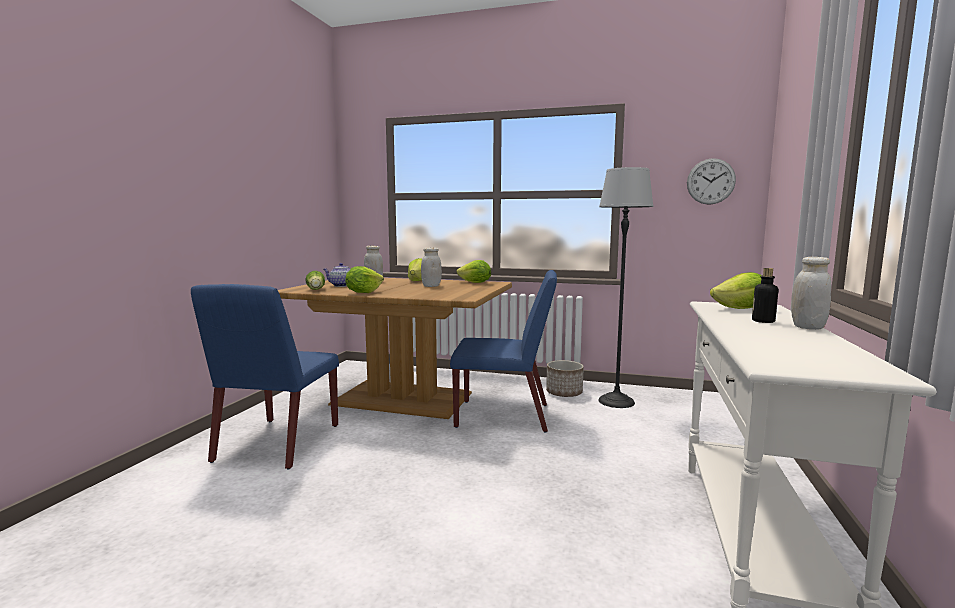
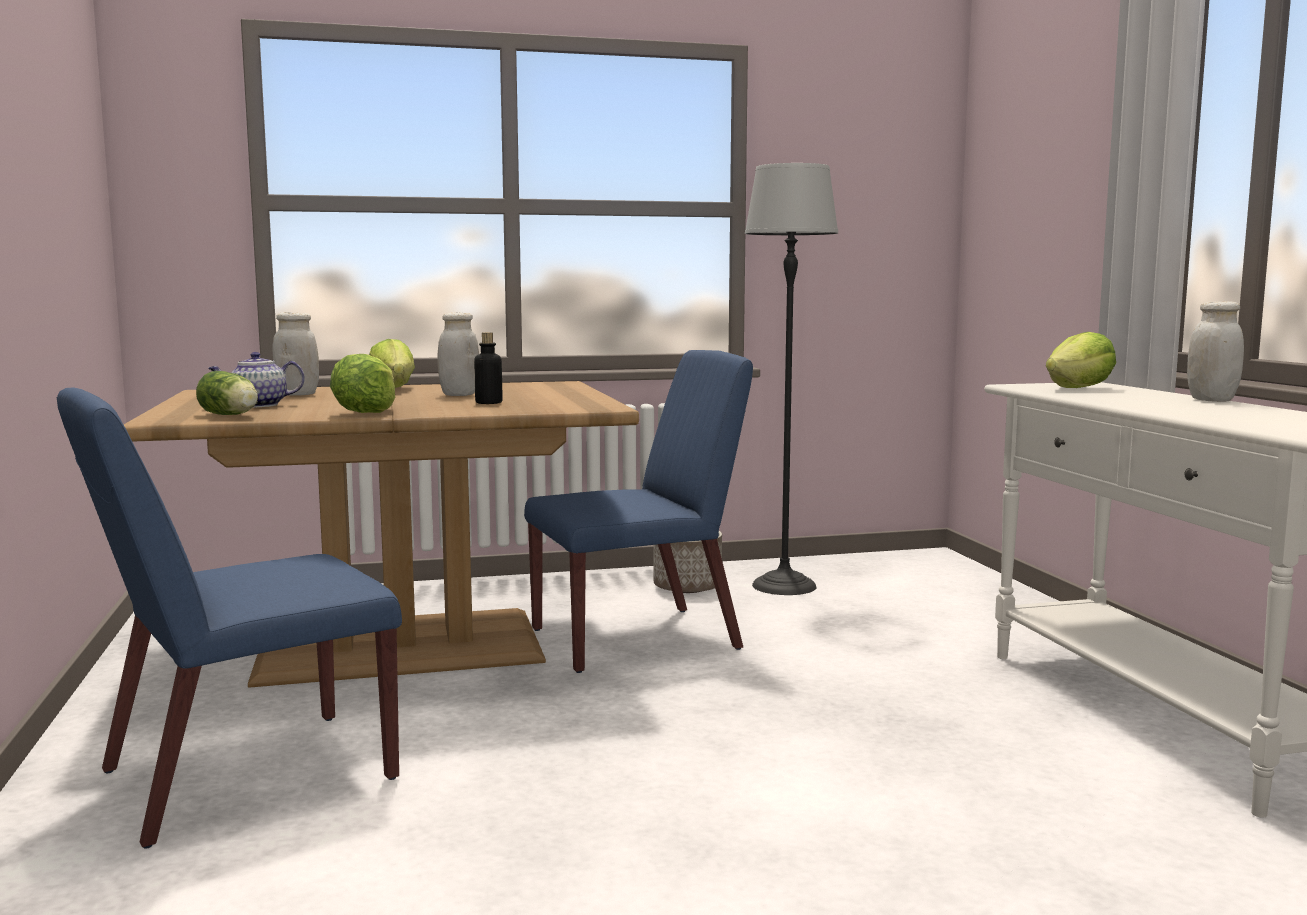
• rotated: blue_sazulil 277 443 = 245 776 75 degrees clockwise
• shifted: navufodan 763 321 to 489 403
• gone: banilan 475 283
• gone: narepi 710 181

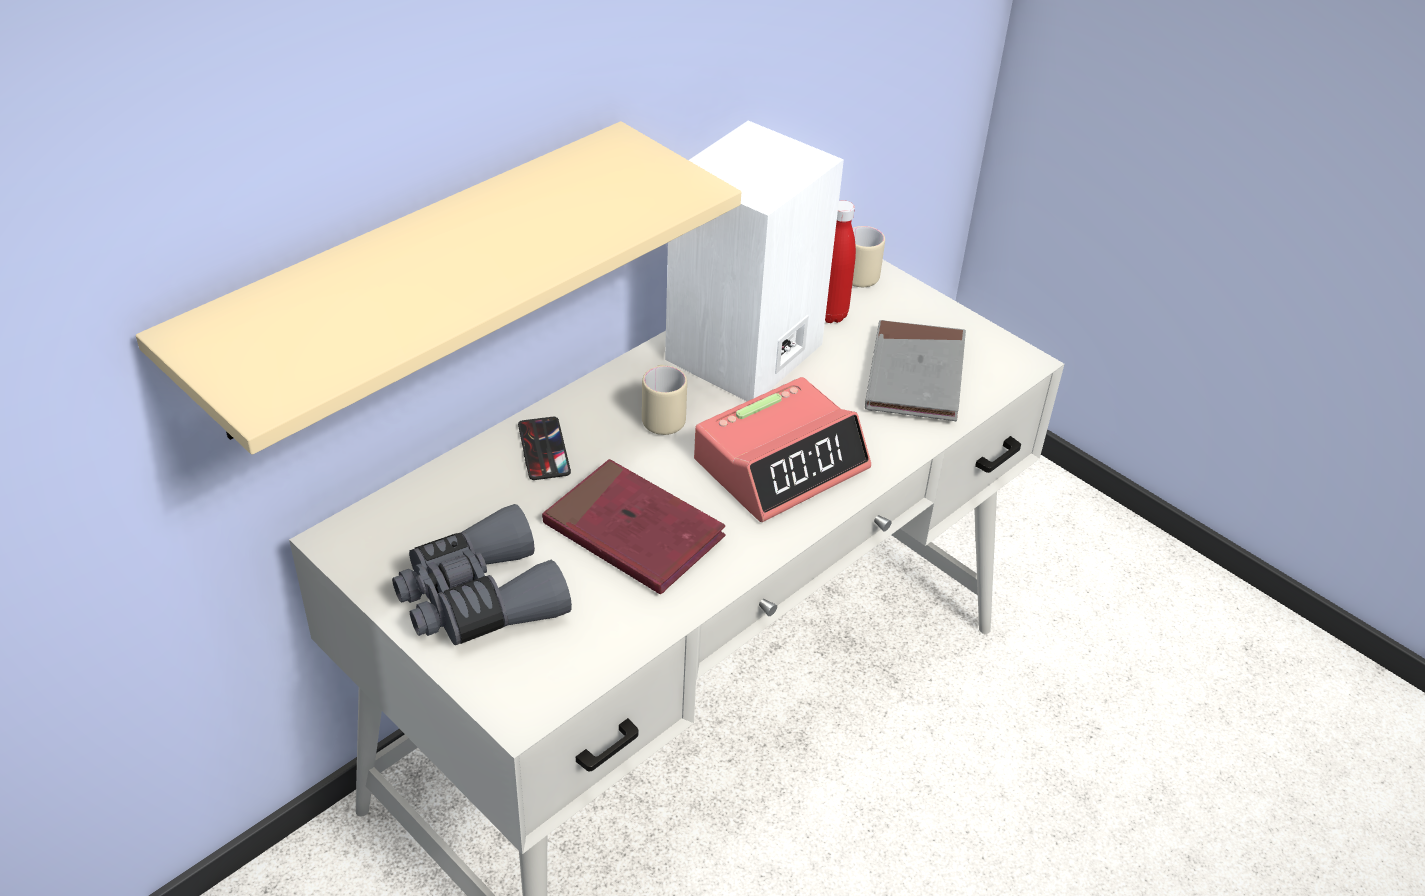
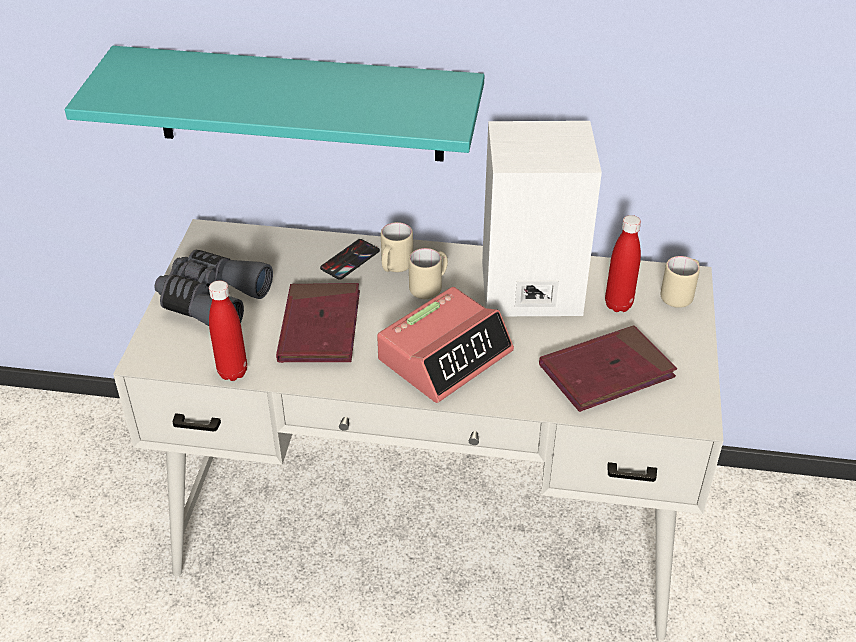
• repainted: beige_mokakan 411 280 to turquoise_mokakan 298 104
• new: red_navufodan 232 372
• rotated: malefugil 781 464 = 445 355 60 degrees counterclockwise
• new: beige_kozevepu 394 267
• repainted: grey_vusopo 915 376 to red_vusopo 606 372

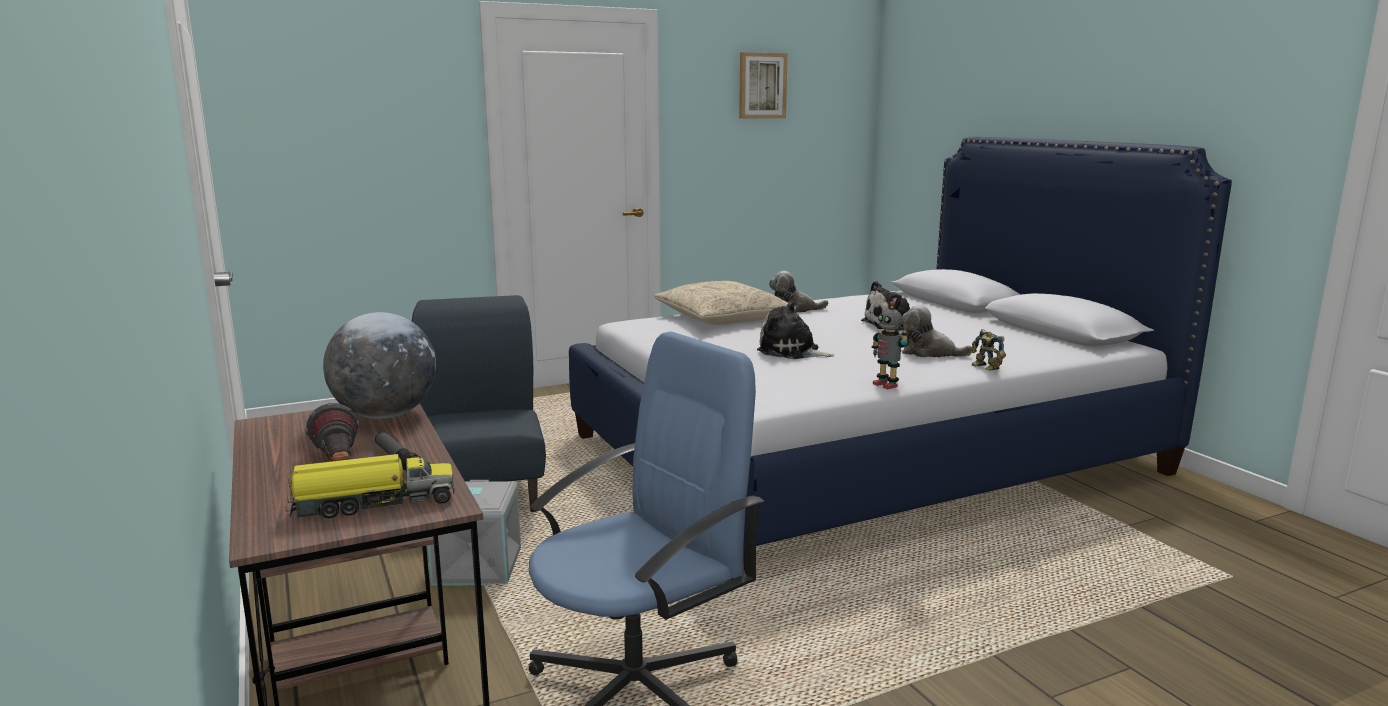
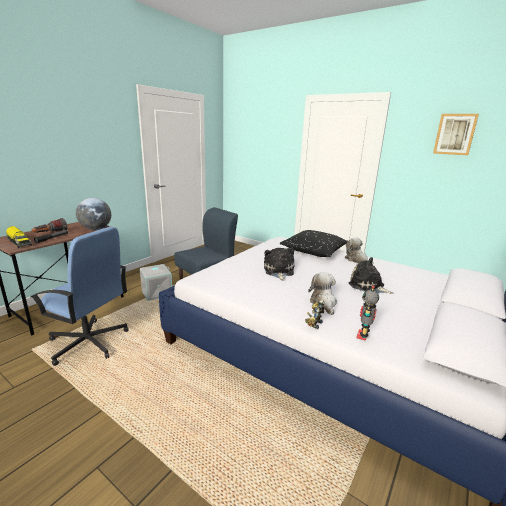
• repainted: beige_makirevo 722 318 to black_makirevo 314 250
• shifted: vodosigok 886 385 to 363 336

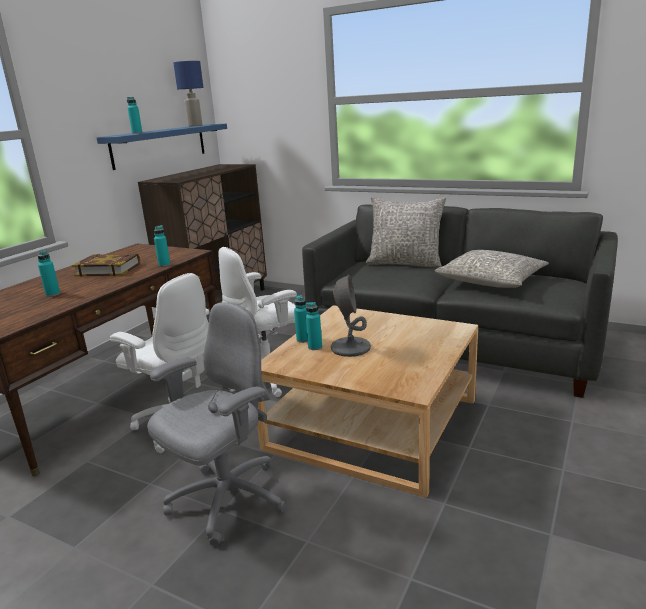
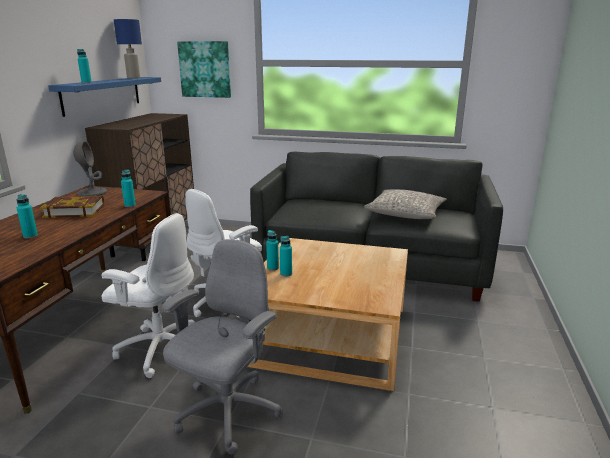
• shifted: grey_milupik 350 347 to 92 193
• new: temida 205 69
• gone: grey_makirevo 405 263

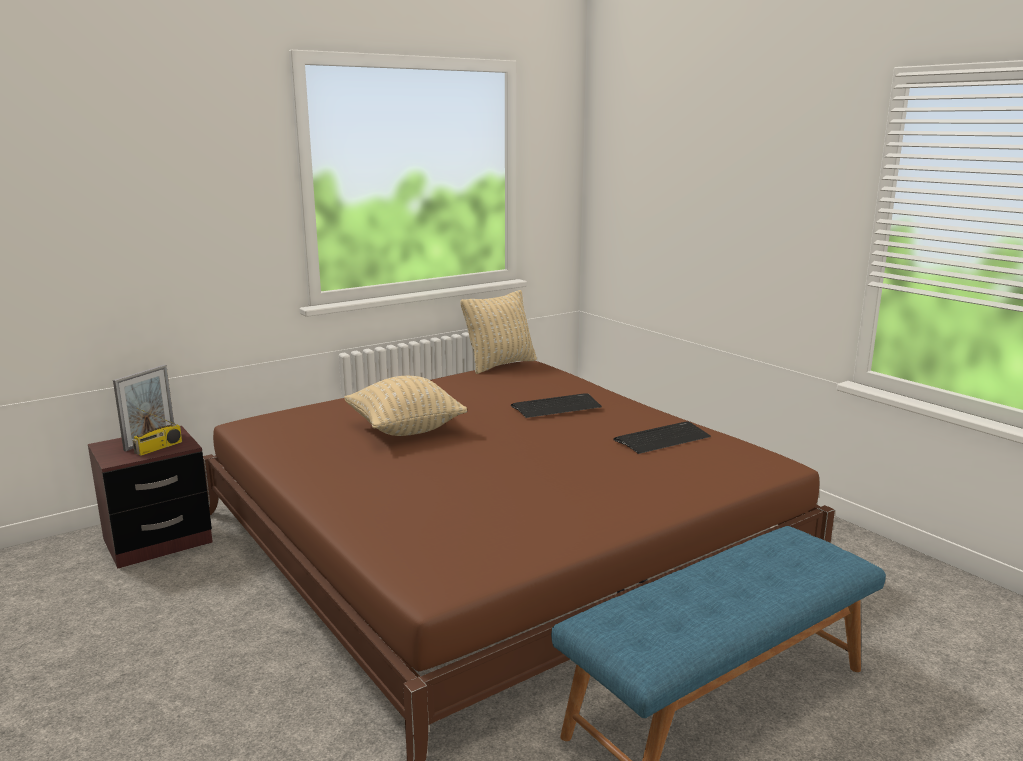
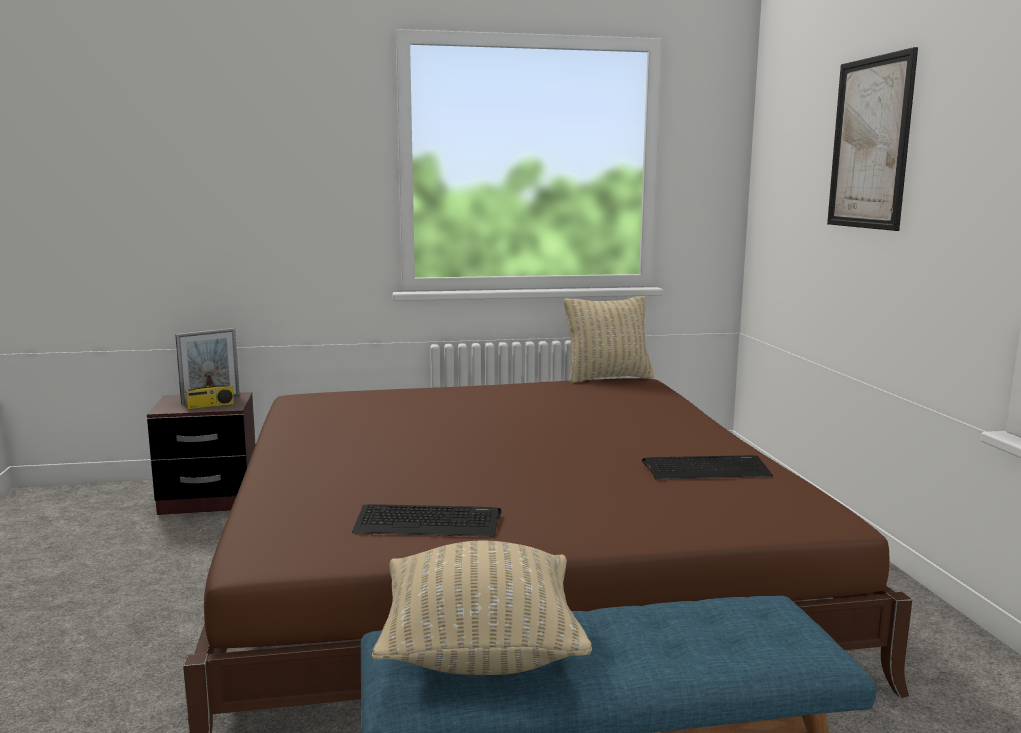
• shifted: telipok 556 407 to 427 523
• shifted: beige_makirevo 405 429 to 480 651
• new: temida 870 143

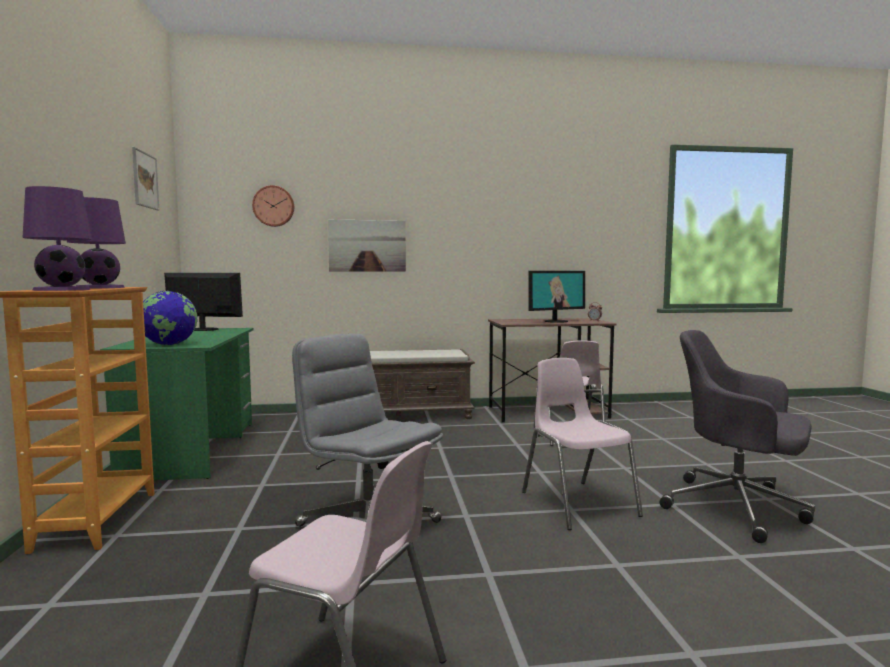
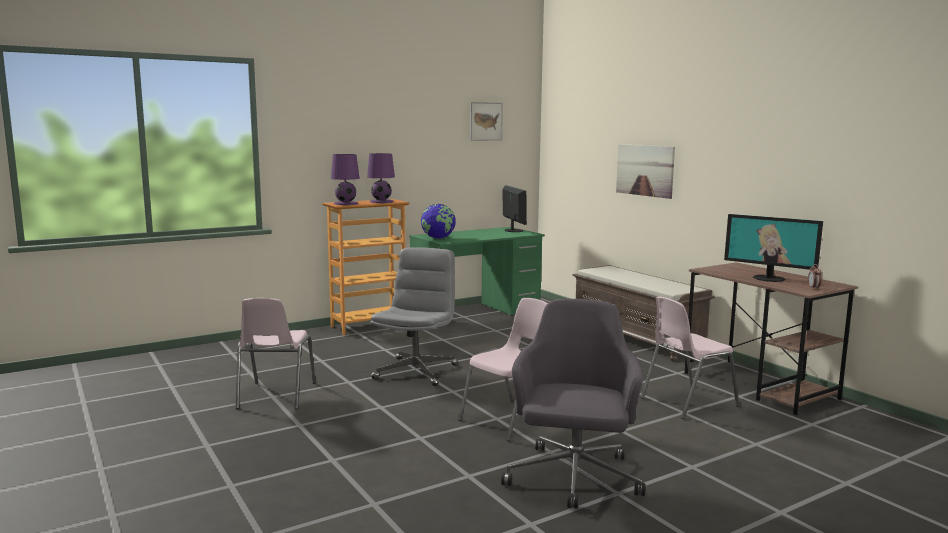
• gone: narepi 274 206

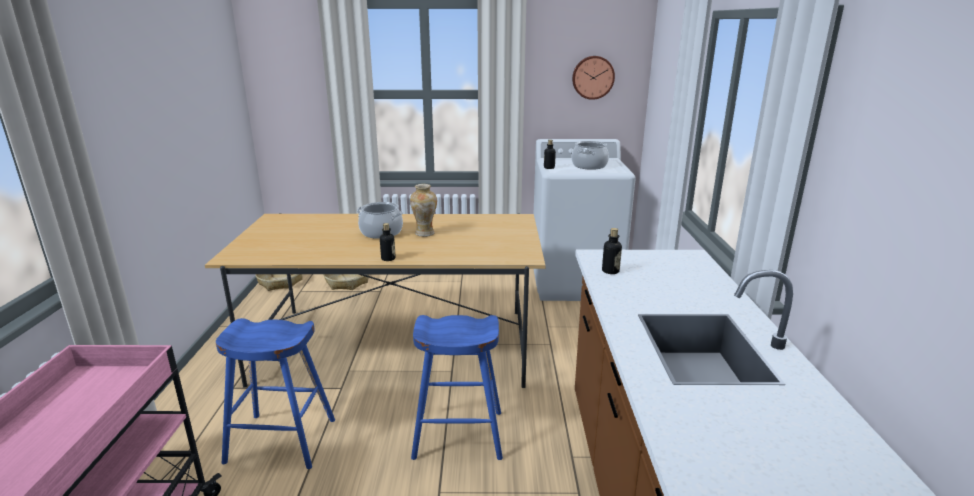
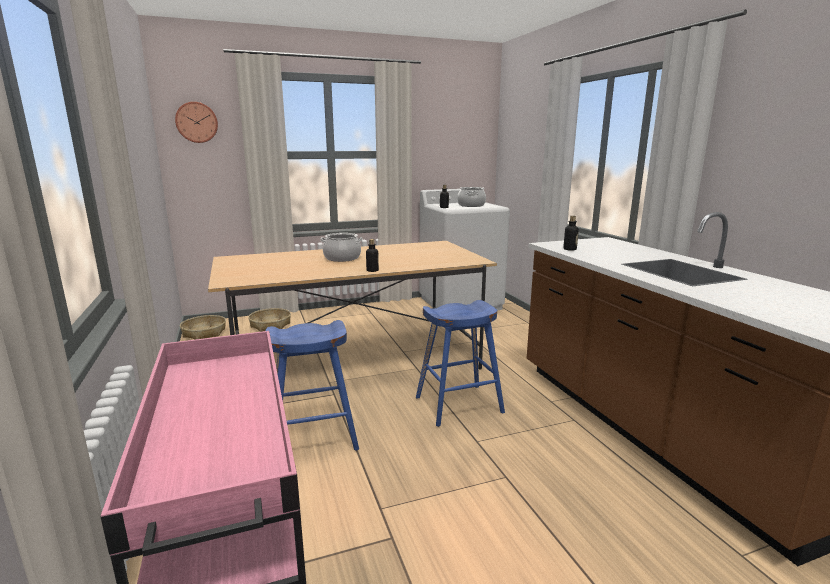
• shifted: narepi 592 77 to 197 122
• gone: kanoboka 424 233

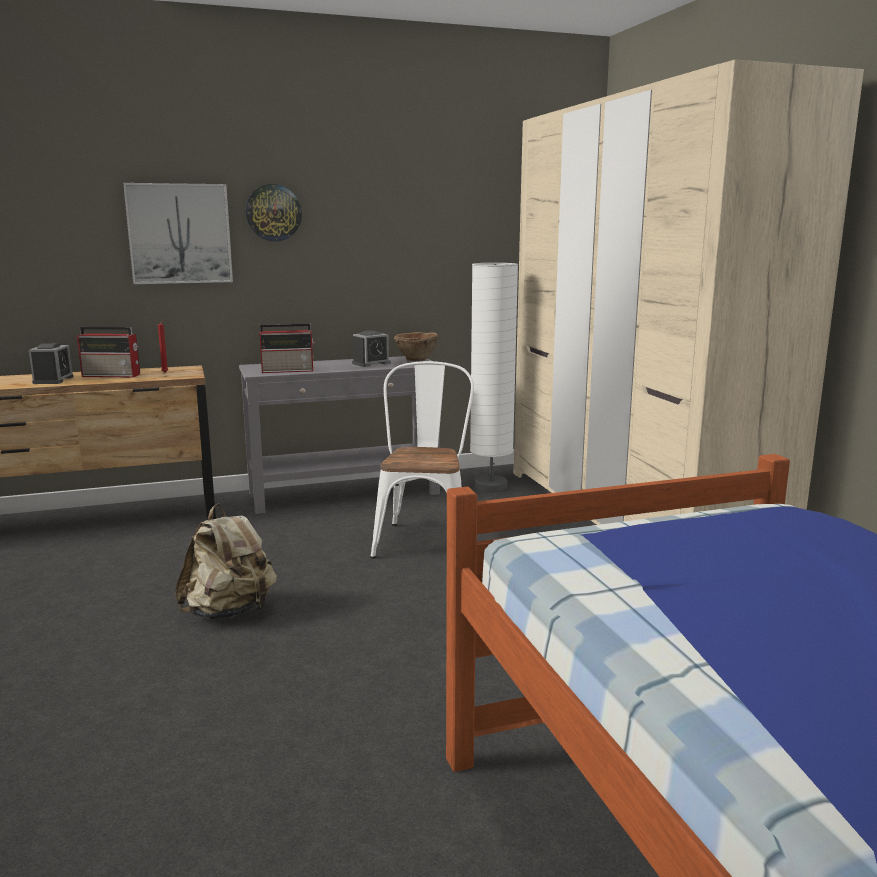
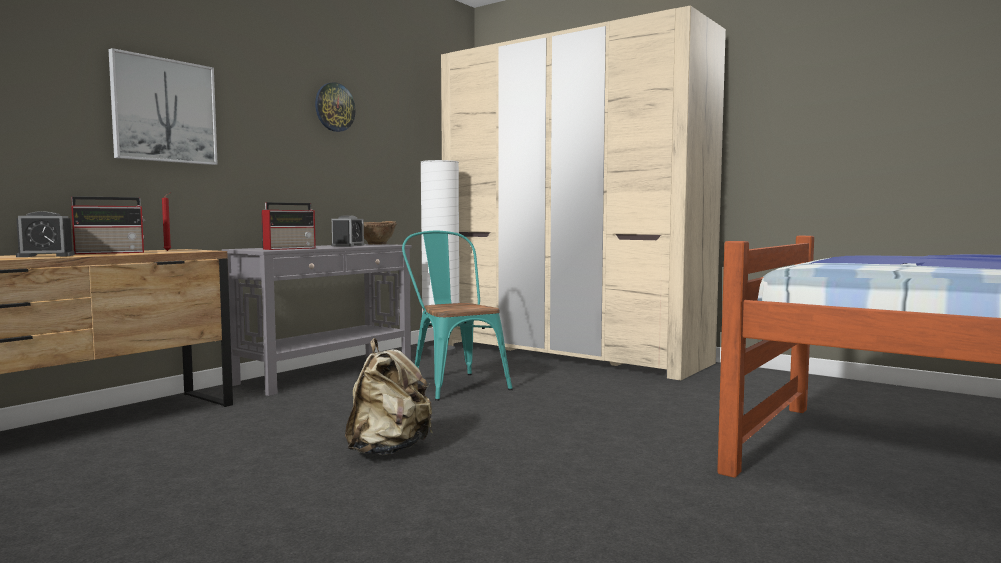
• rotated: malefugil 53 380 = 46 256 105 degrees clockwise
• shifted: narepi 273 212 to 334 107
• repainted: white_sazulil 424 538 to turquoise_sazulil 454 384

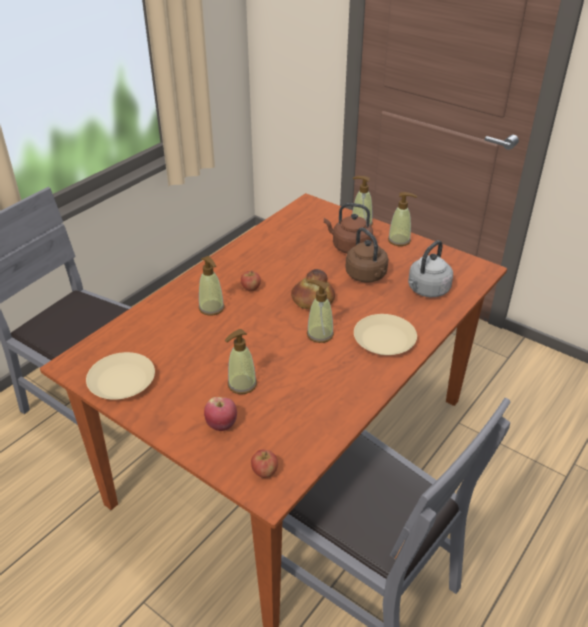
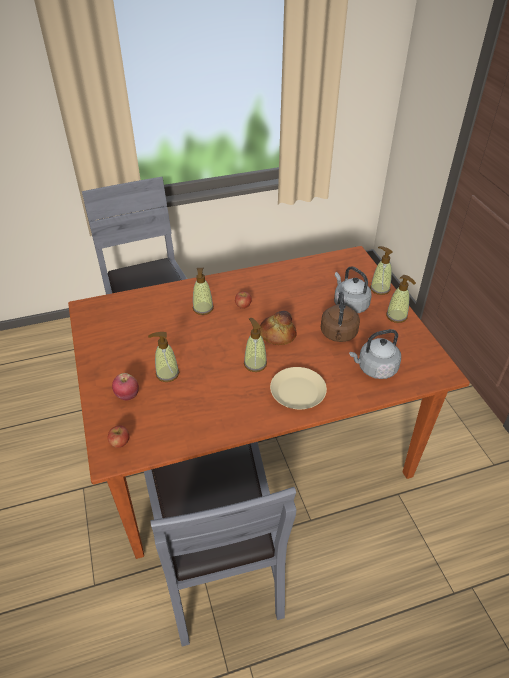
• repainted: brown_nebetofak 349 247 to grey_nebetofak 349 304
• gone: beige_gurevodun 121 381

